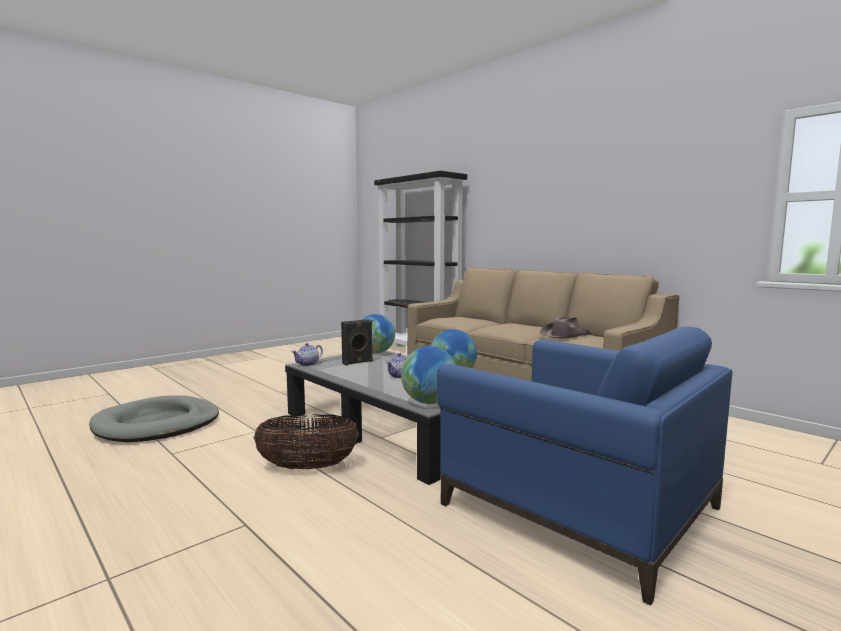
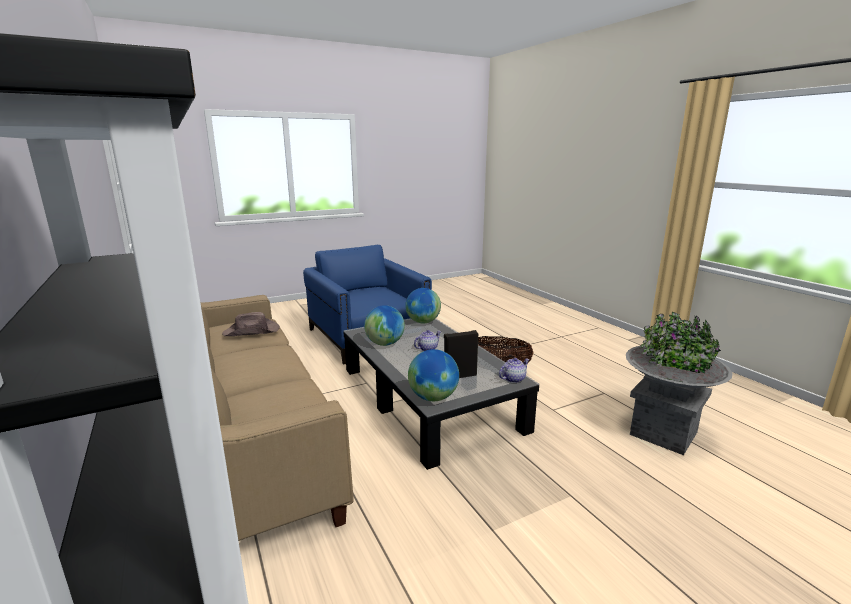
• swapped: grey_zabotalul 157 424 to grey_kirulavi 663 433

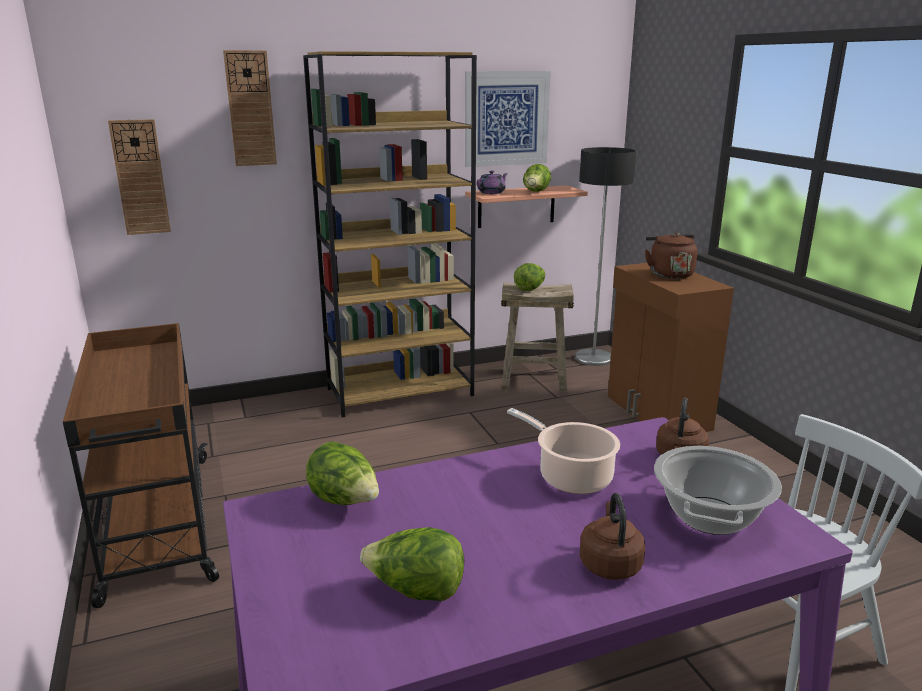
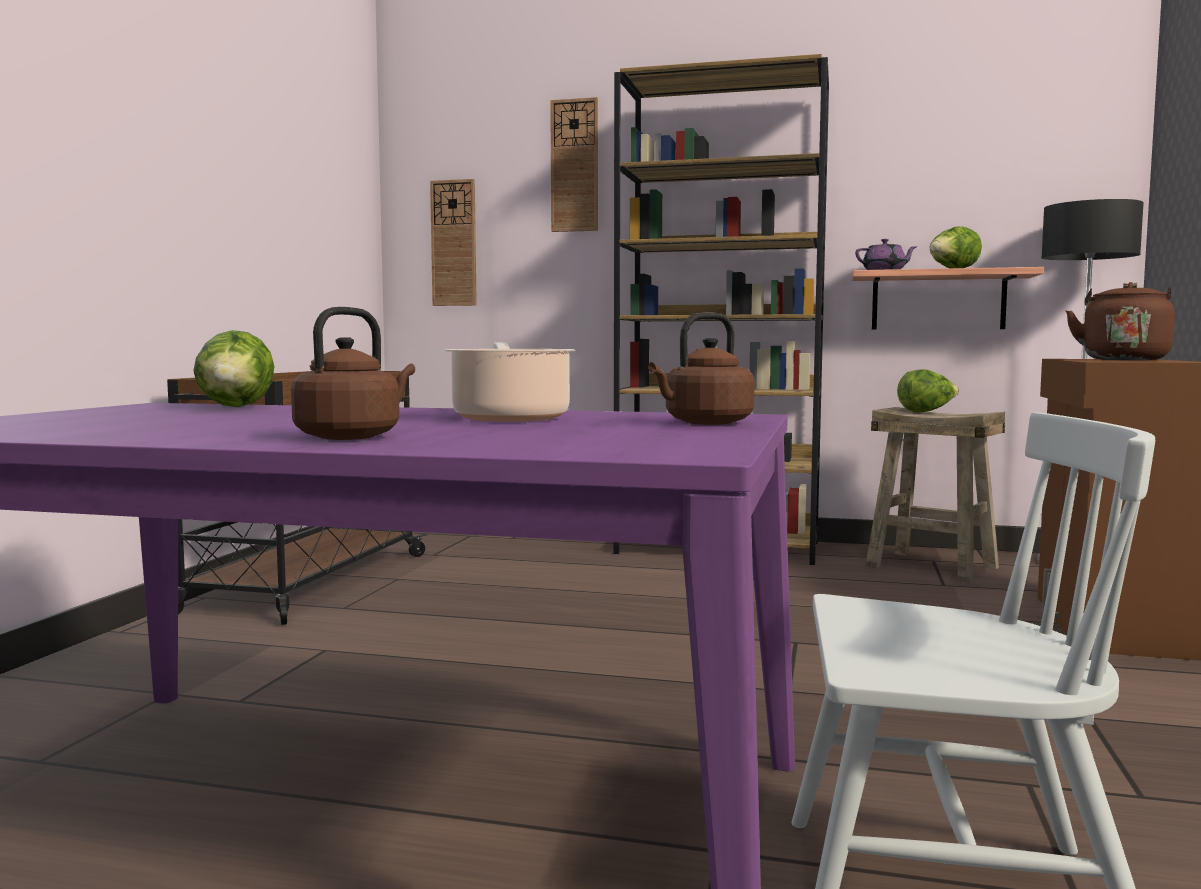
• gone: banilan 416 591
• gone: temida 506 118
• gone: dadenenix 710 516

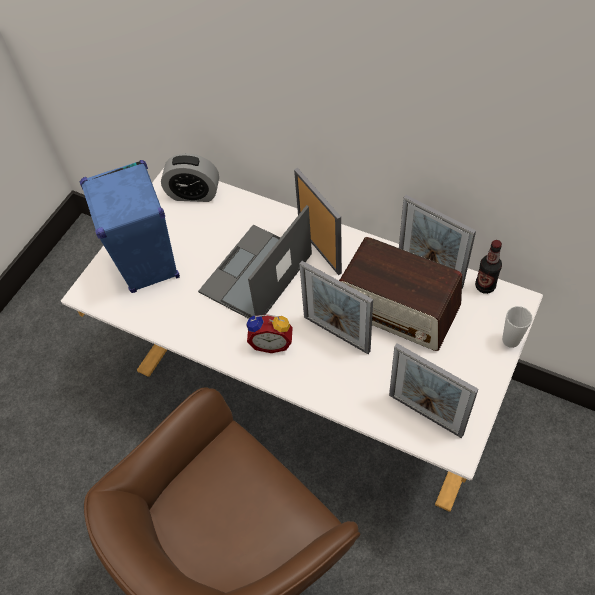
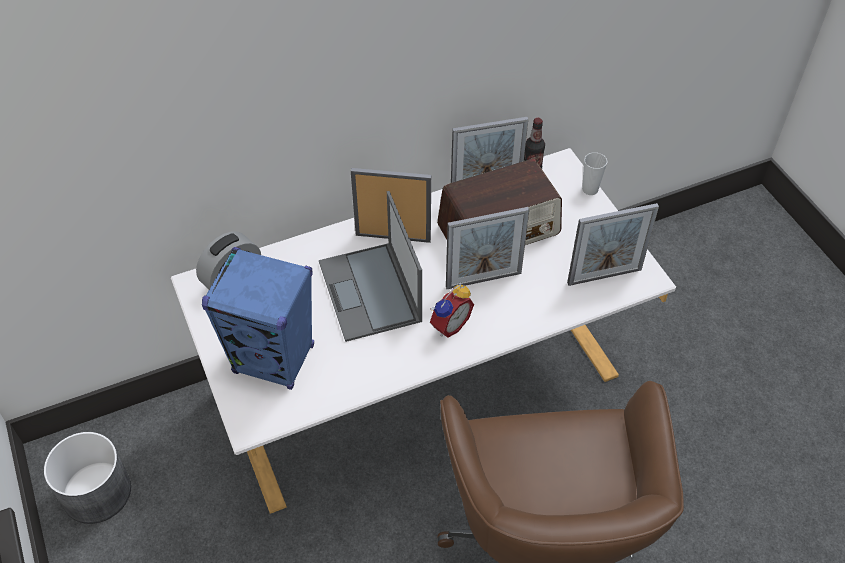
• new: grey_kirulavi 96 493

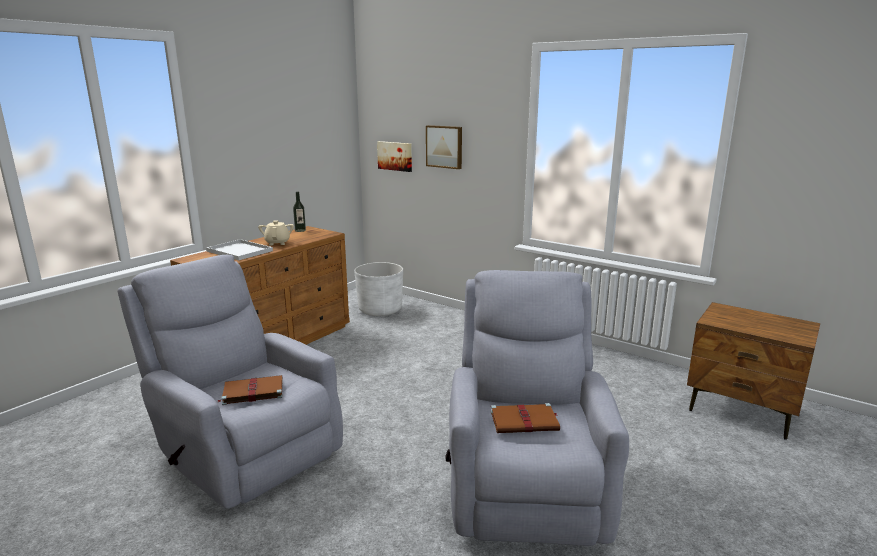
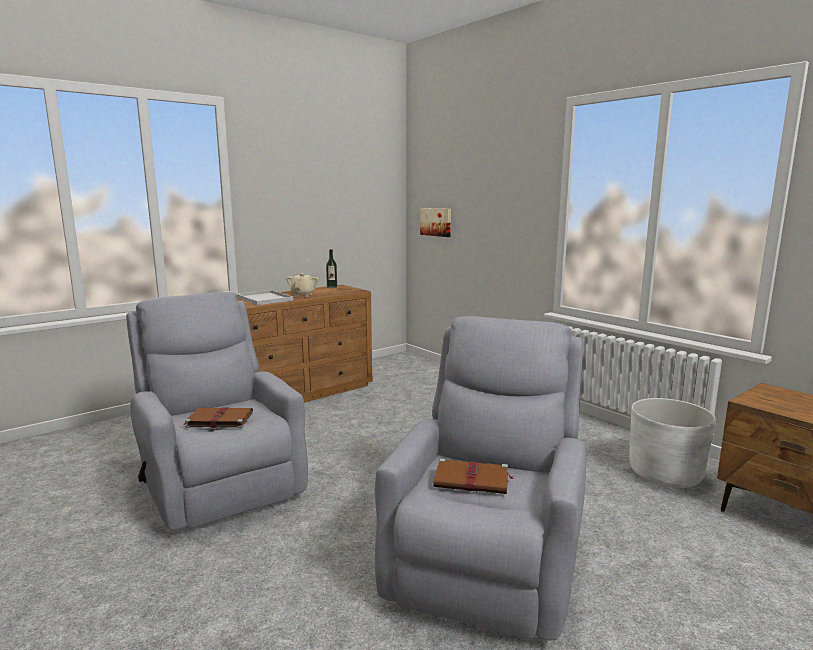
• shifted: white_kirulavi 380 310 to 665 474
• gone: temida 445 146

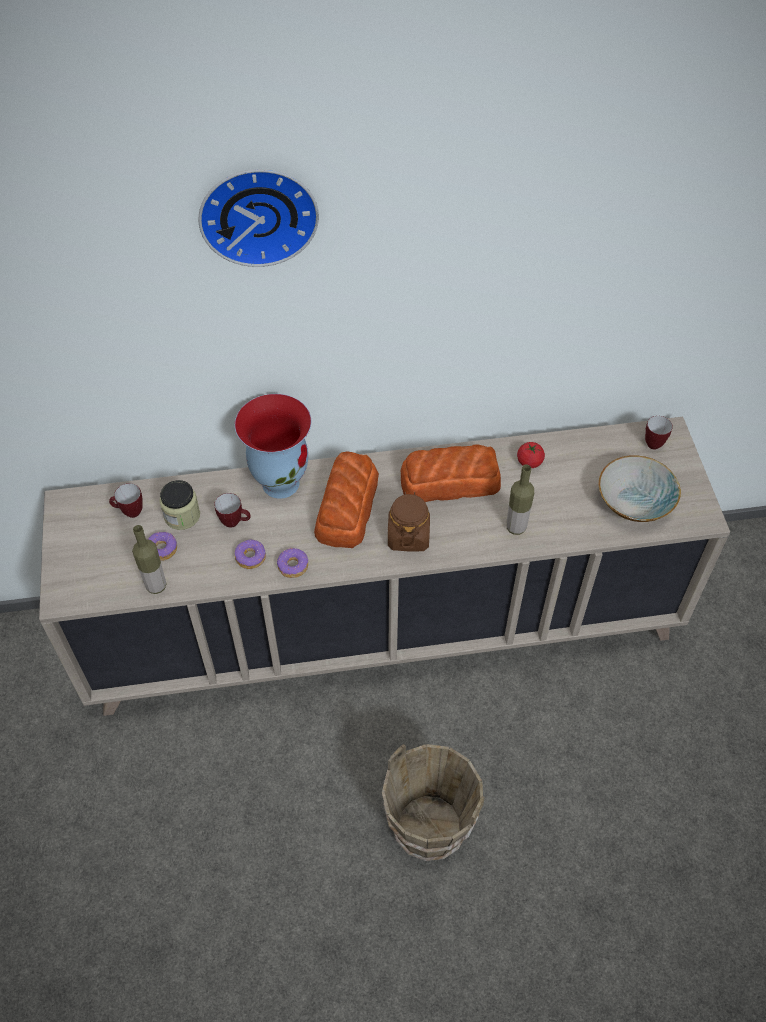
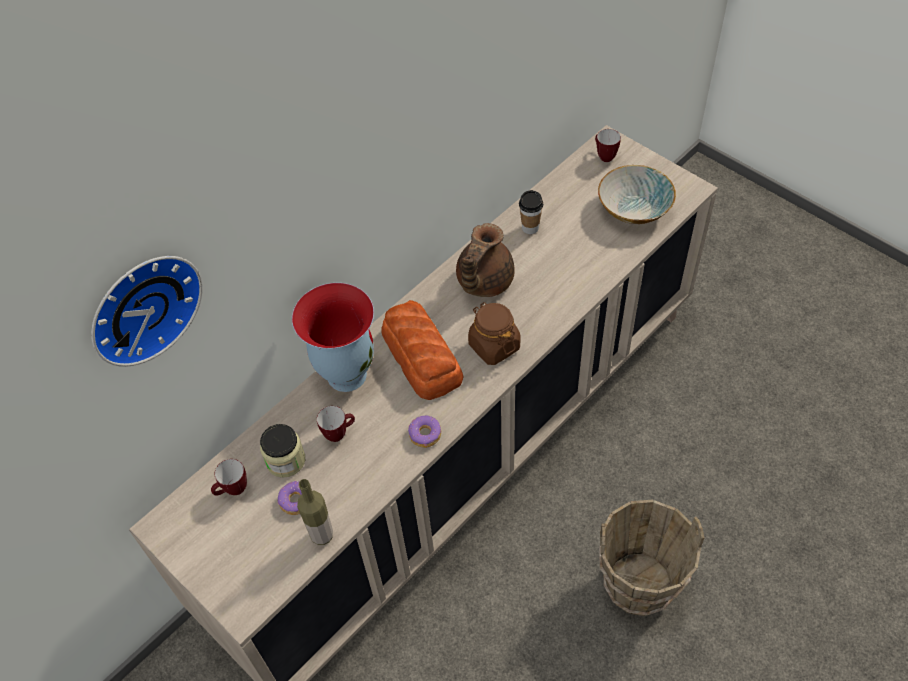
• shifted: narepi 258 213 to 142 306
• swapped: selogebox 448 480 to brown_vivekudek 483 282
• swapped: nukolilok 529 462 to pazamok 530 228
• gone: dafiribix 250 557
• gone: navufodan 516 527

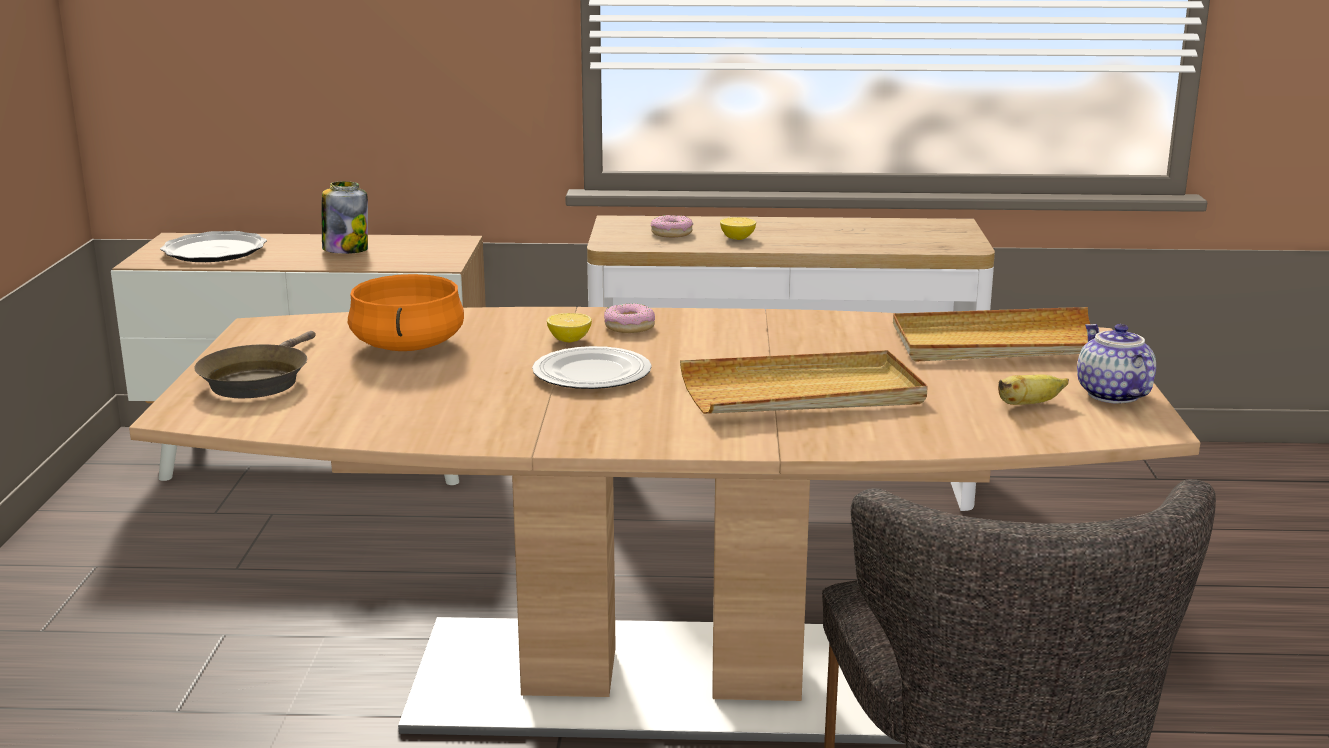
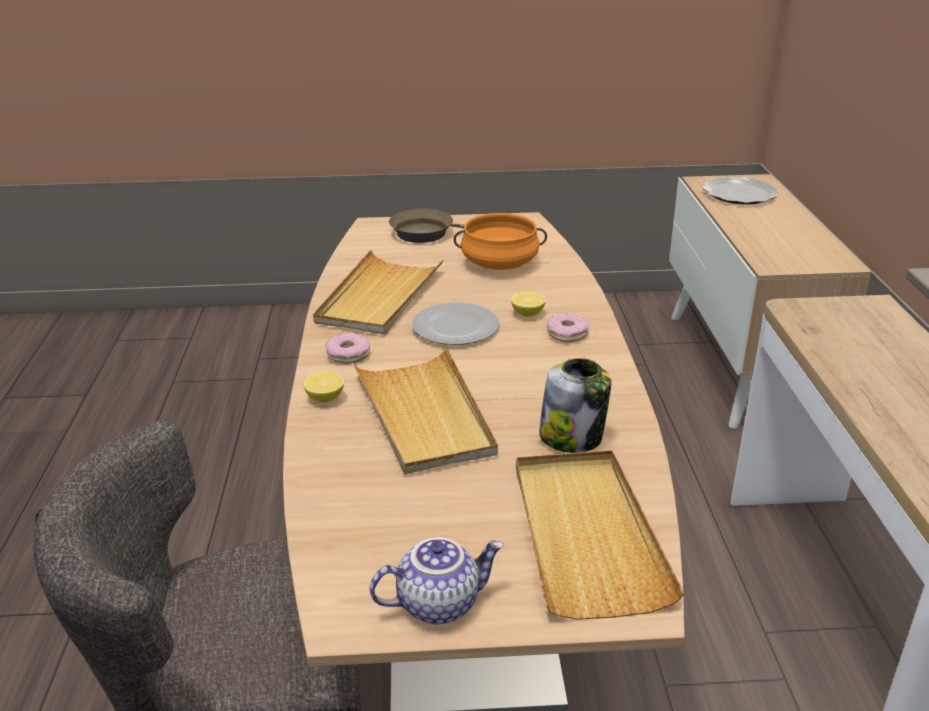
• shifted: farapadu 737 238 to 325 398
• new: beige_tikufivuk 379 297
• shifted: dafiribix 671 233 to 348 354
• shifted: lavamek 345 250 to 572 437
• gone: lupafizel 1028 404

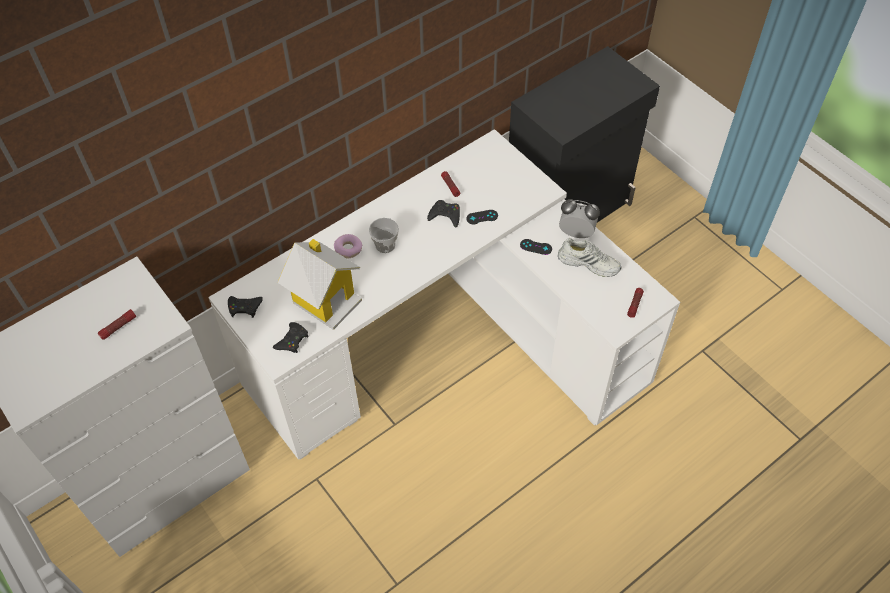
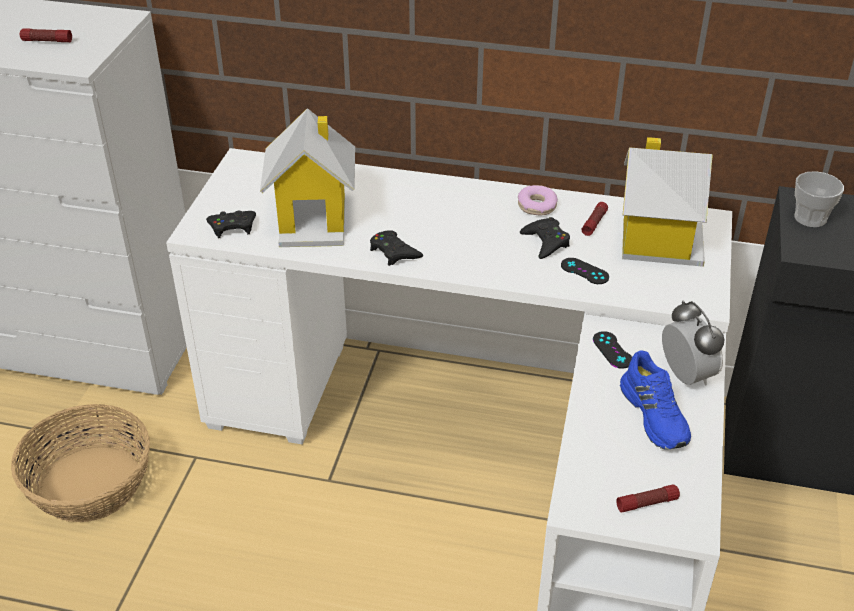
• new: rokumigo 91 483
• shifted: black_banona 244 307 to 394 252
• shifted: dafiribix 348 249 to 536 206
• repainted: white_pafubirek 589 262 to blue_pafubirek 655 415
• new: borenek 657 242
• shifted: pazamok 385 245 to 810 218

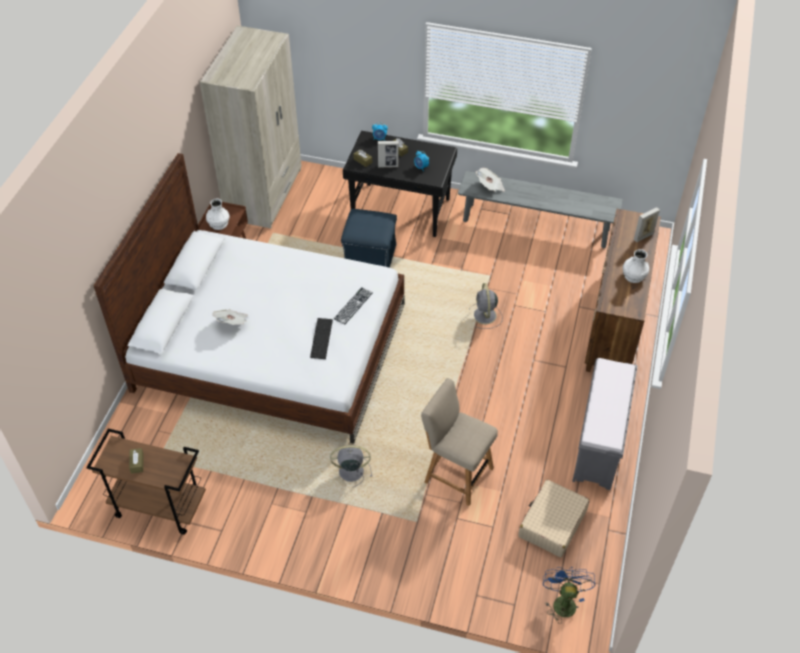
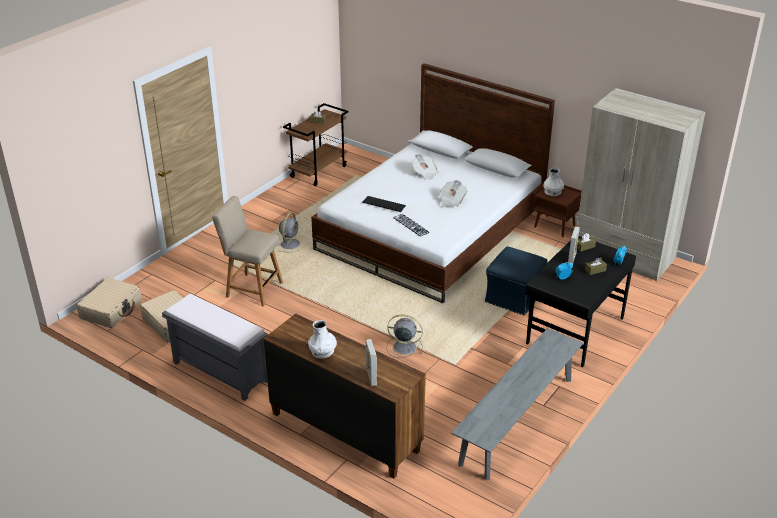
• swapped: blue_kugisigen 563 601 to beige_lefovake 111 309
• rotated: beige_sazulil 455 473 = 252 289 120 degrees counterclockwise
• shifted: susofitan 490 186 to 451 201

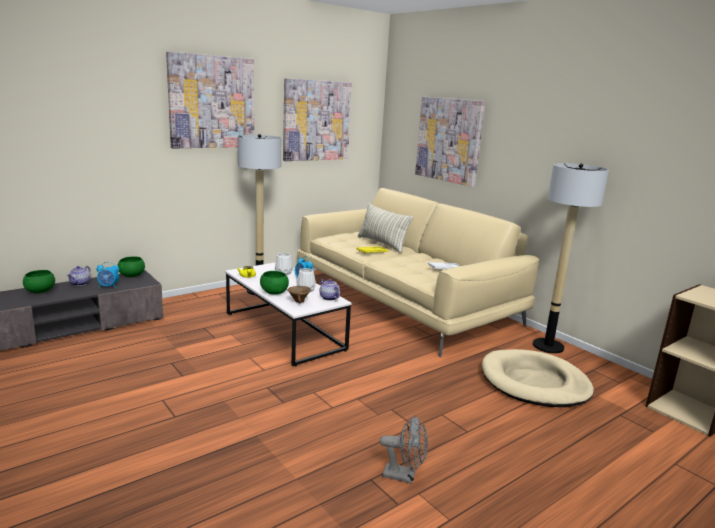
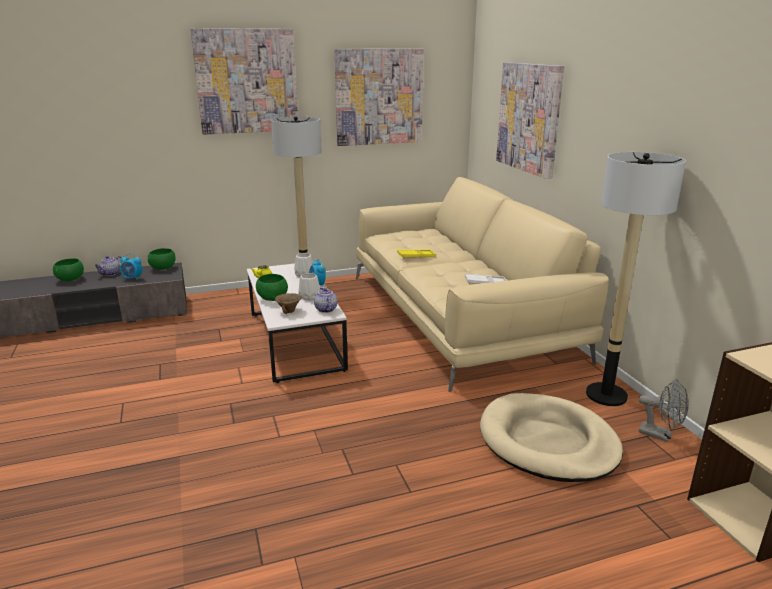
• shifted: grey_kugisigen 404 476 to 660 435
• gone: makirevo 382 243

